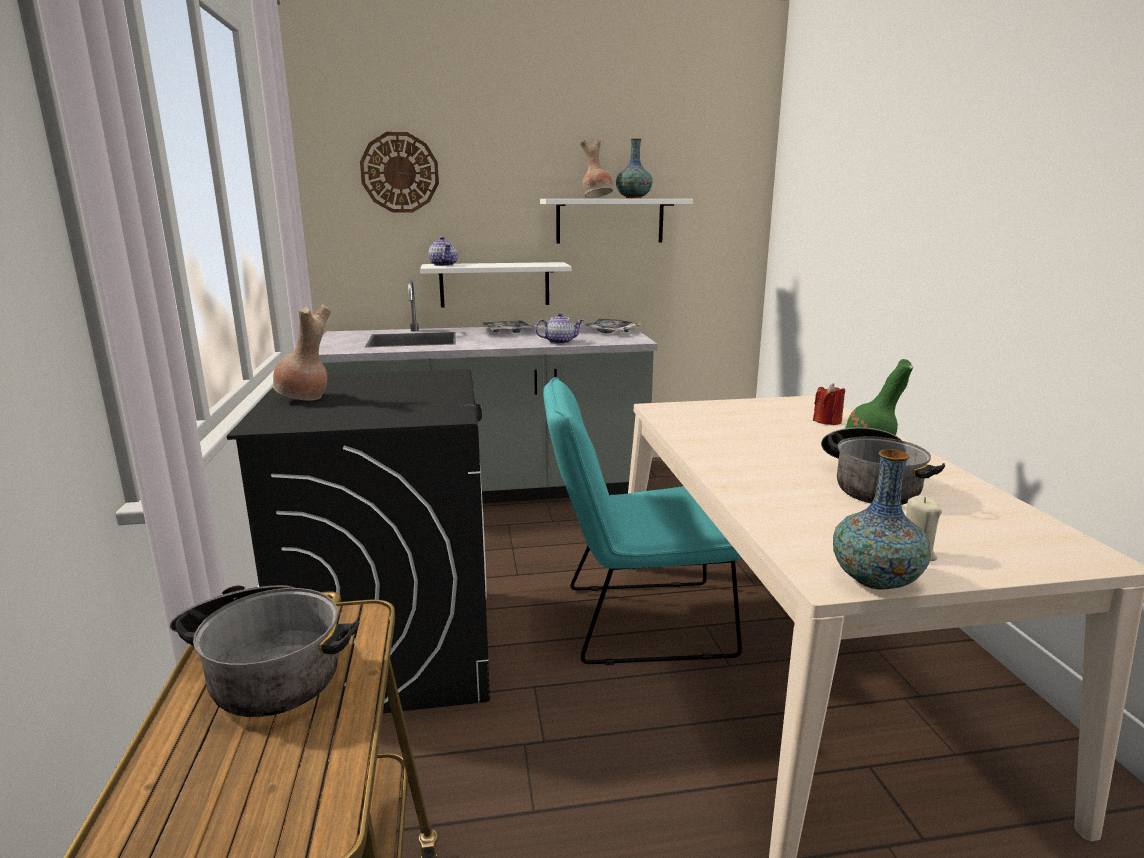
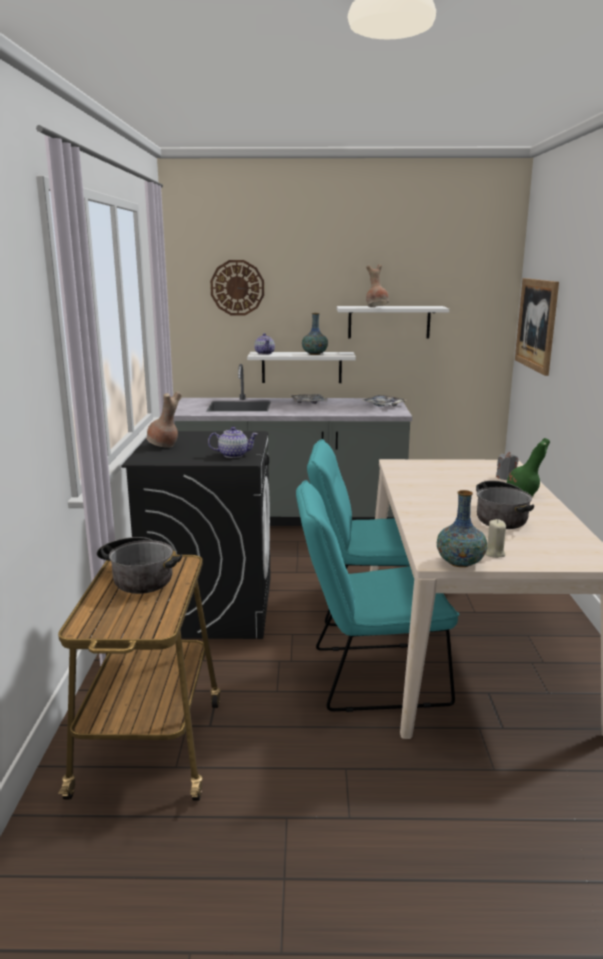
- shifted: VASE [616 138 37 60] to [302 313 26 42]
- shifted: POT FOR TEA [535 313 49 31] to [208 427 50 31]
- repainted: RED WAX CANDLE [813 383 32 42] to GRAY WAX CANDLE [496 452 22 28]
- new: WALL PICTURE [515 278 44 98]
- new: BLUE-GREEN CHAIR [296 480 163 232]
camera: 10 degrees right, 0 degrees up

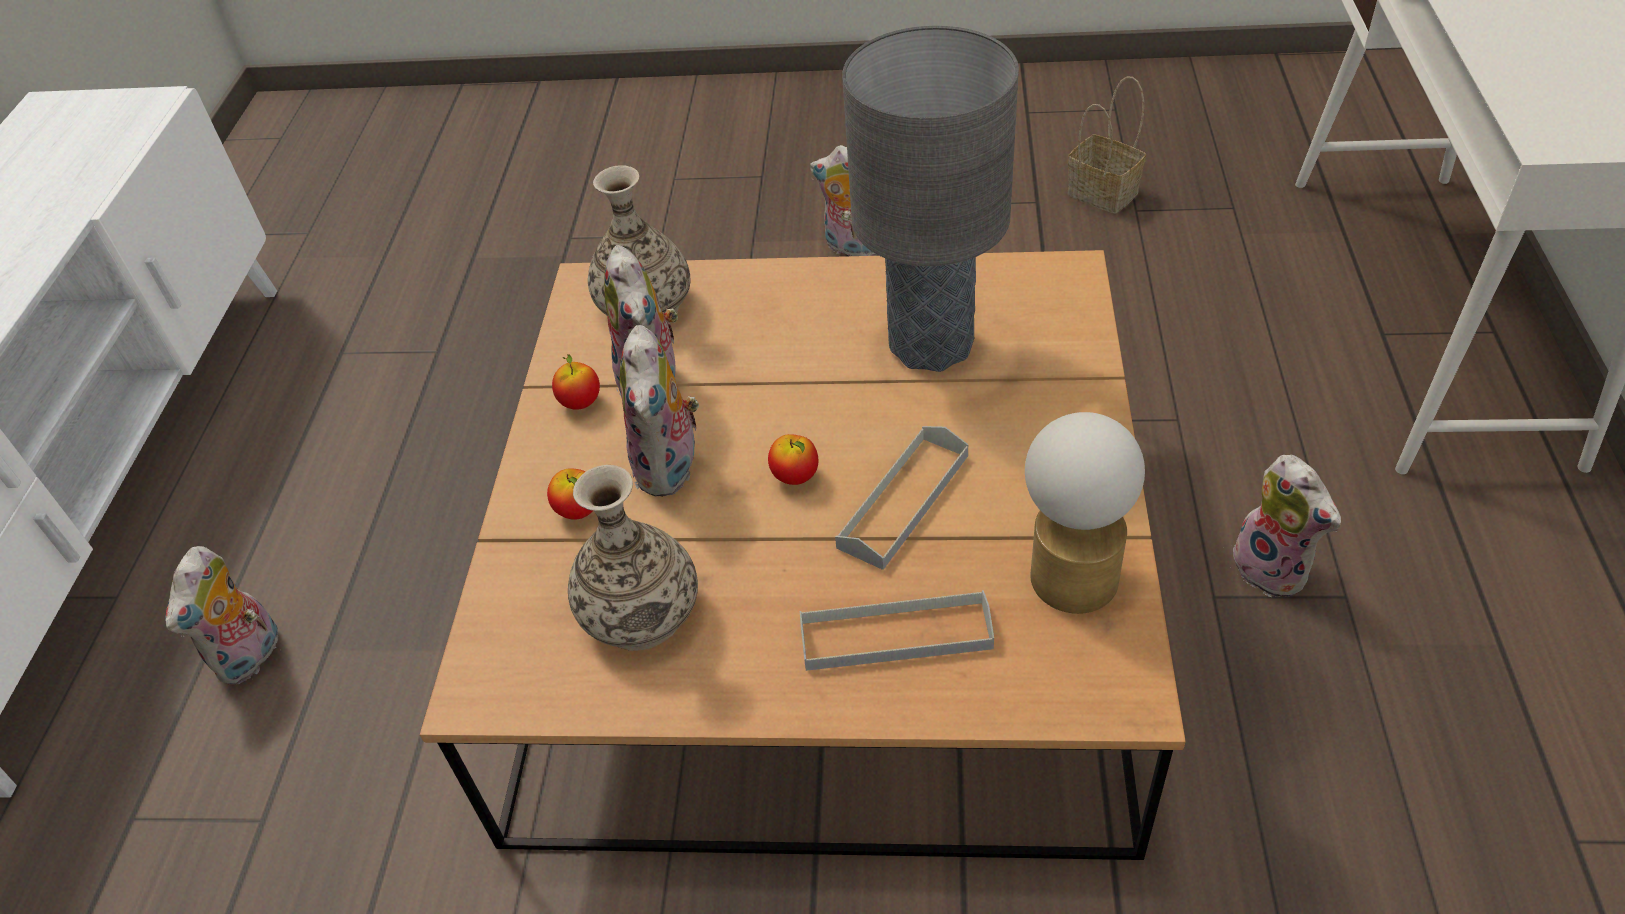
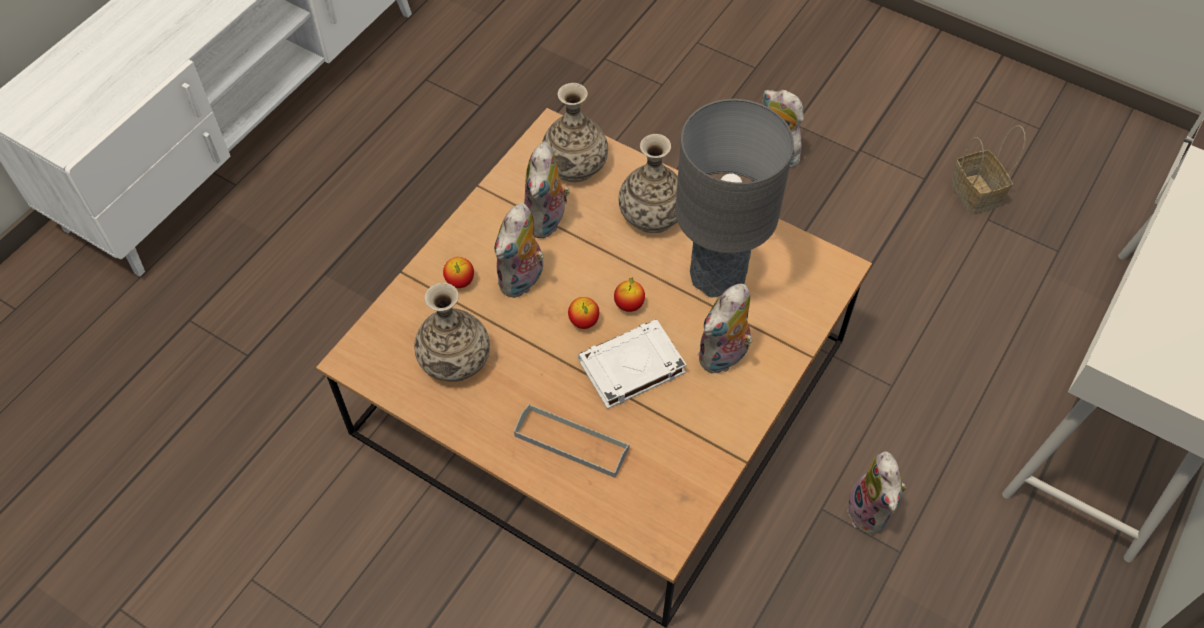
- shifted: WHOLE APPLE [552 354 48 56] to [614 277 31 35]
- gone: LAMP FOR A TABLE [1025 412 120 202]
- swapped: GRAY CARRYING TRAY [835 426 133 144] to WHITE-COLOURED BOOK [578 319 109 90]
- shifted: PLUSH TOY [165 546 113 138] to [698 284 54 90]
- new: VASE [619 134 59 99]
camera: 25 degrees right, 10 degrees up

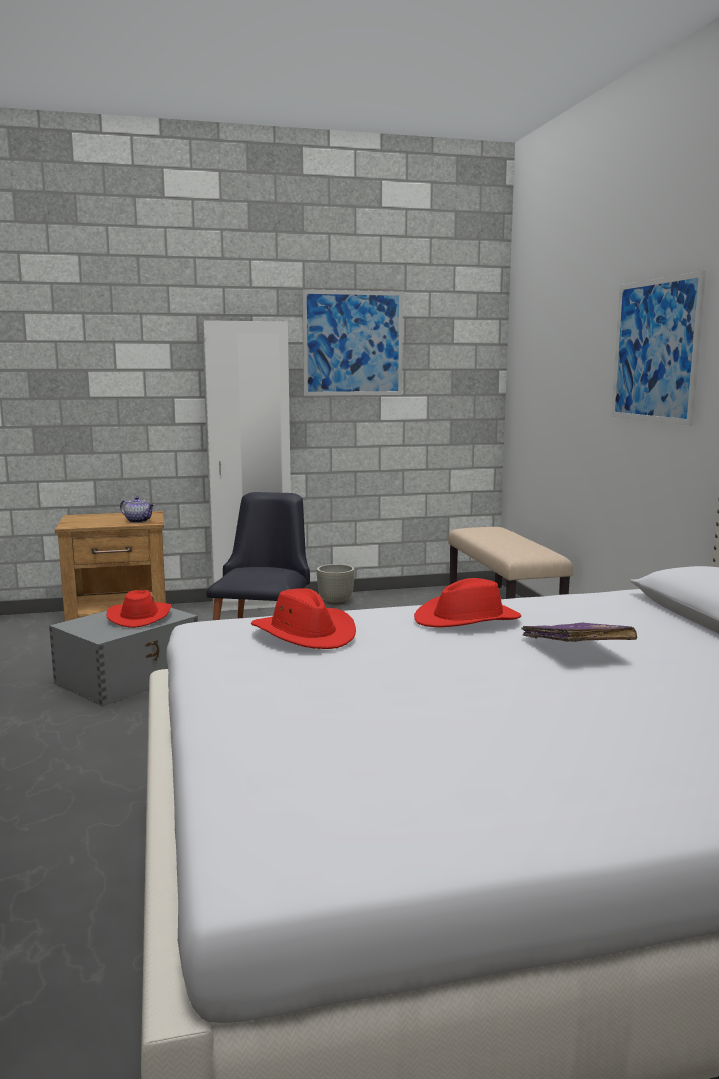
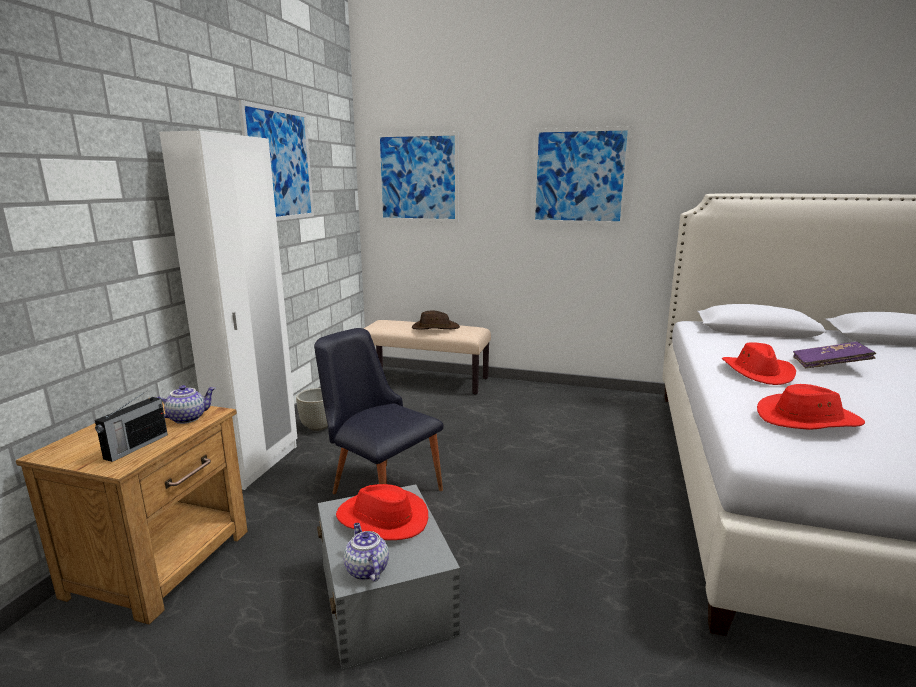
- new: WALL PICTURE [376 132 83 91]
- new: BROWN HAT [412 310 48 20]
- new: RADIO [95 390 73 72]
- new: POT FOR TEA [343 523 46 59]
camera: 60 degrees left, 5 degrees up

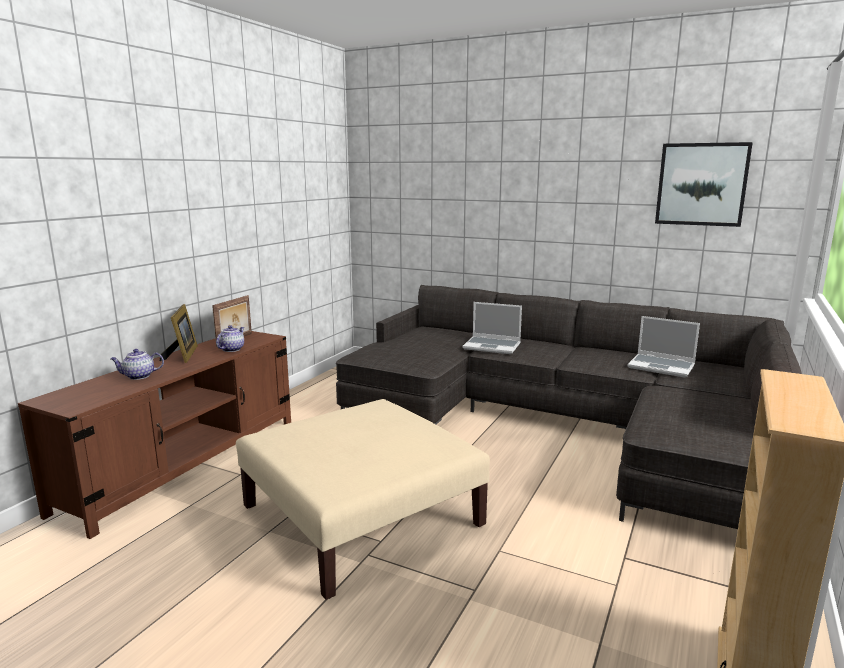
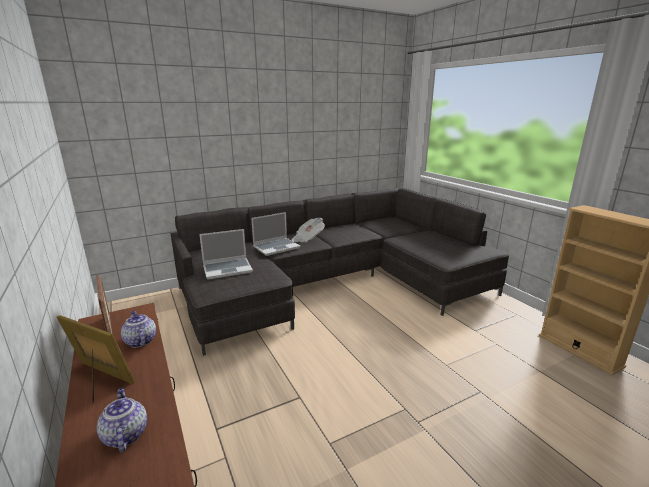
- gone: WALL PICTURE [655 142 98 85]
- shifted: PORTABLE COMPUTER [628 316 72 62] to [199 229 54 51]
- rotated: POT FOR TEA [110 349 54 31] = [97 388 50 64] 135 degrees clockwise
- gone: SAND-COLOURED FOOTREST [236 399 254 201]
- new: PRINTED PAPER [292 218 33 25]
camera: 55 degrees left, 5 degrees up

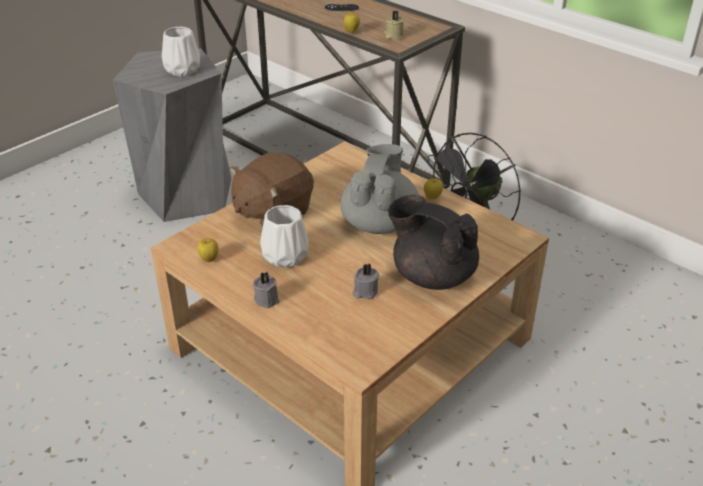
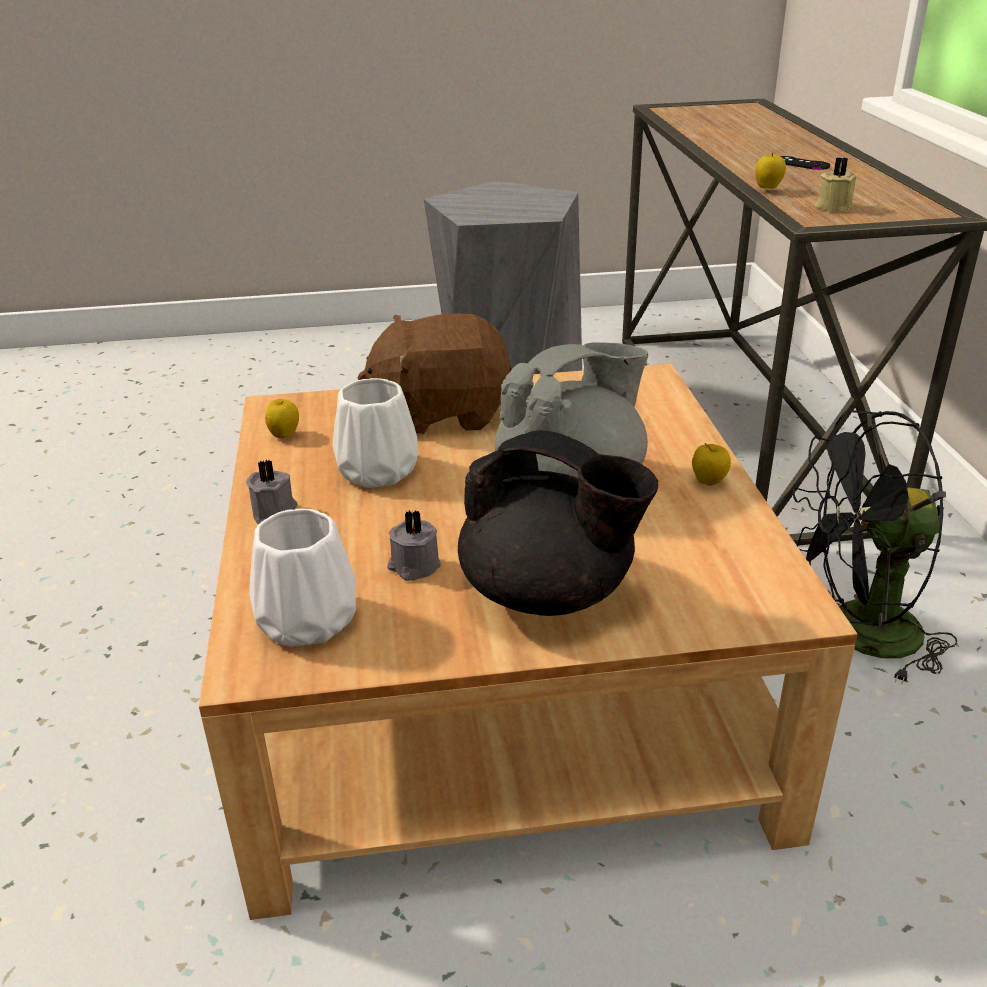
- shifted: WHITE-COLOURED VASE [162 27 38 50] to [249 508 107 139]
- rotated: BLACK POT FOR TEA [388 195 91 95] = [458 430 200 186] 135 degrees clockwise
camera: 40 degrees right, 5 degrees down

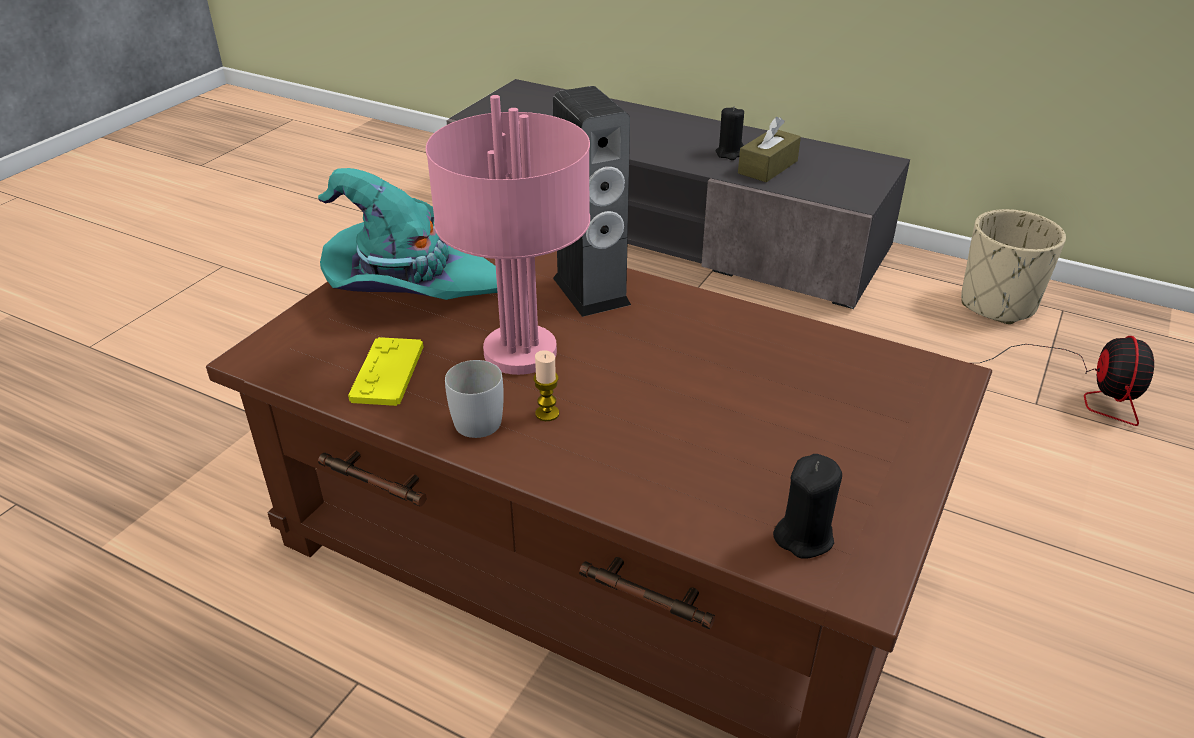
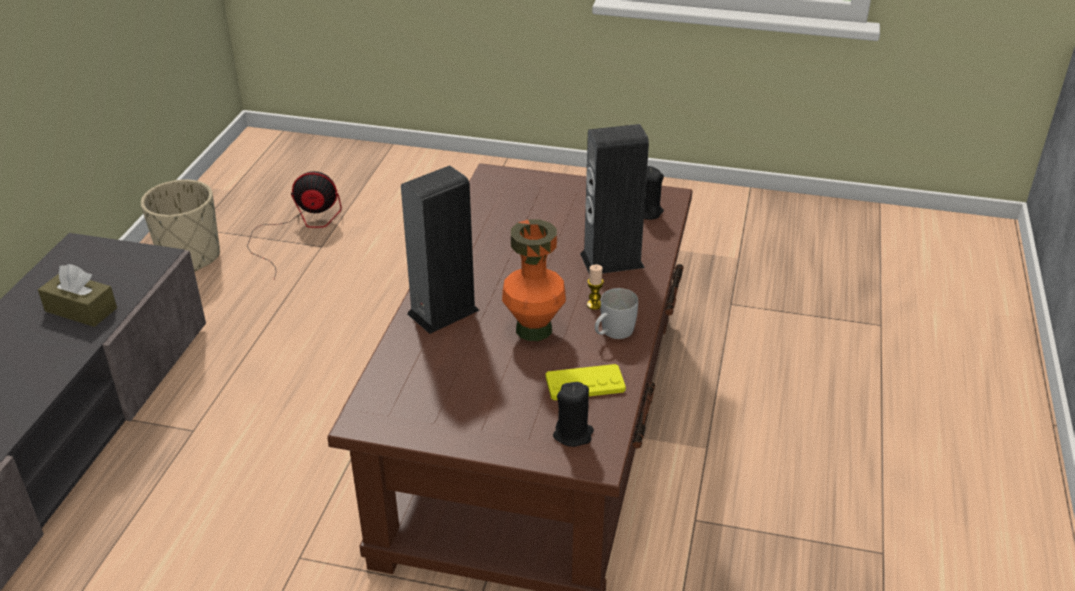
- swapped: PINK-COLOURED LAMP FOR A TABLE [426 95 164 280] to ORANGE VASE [502 219 64 122]
- shifted: BLACK WAX CANDLE [716 106 28 54] to [553 382 41 65]
- gone: BLUE-GREEN HAT [318 168 179 132]
- new: LOUDSPEAKER [580 124 69 150]
camera: 105 degrees left, 0 degrees up

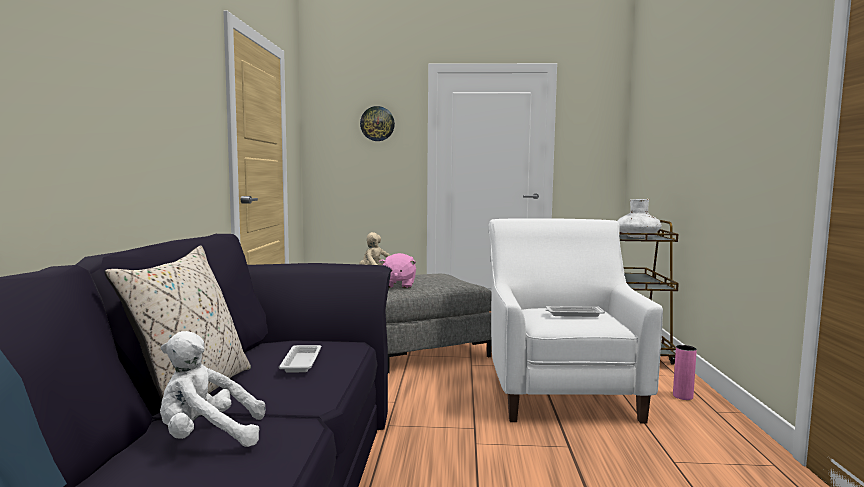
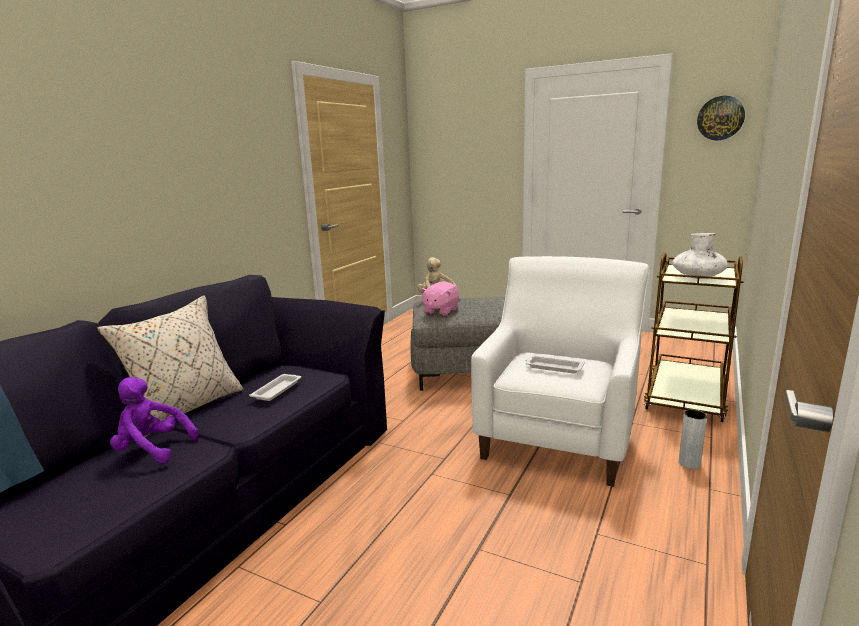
- shifted: HANGING CLOCK [360 106 35 35] to [697 96 48 44]
- repainted: WHITE-COLOURED PLUSH TOY [160 331 105 116] to PURPLISH PLUSH TOY [110 377 89 86]
- repainted: PINK-COLOURED VASE [673 345 24 55] to GRAY VASE [679 410 28 59]
camera: 25 degrees right, 10 degrees up

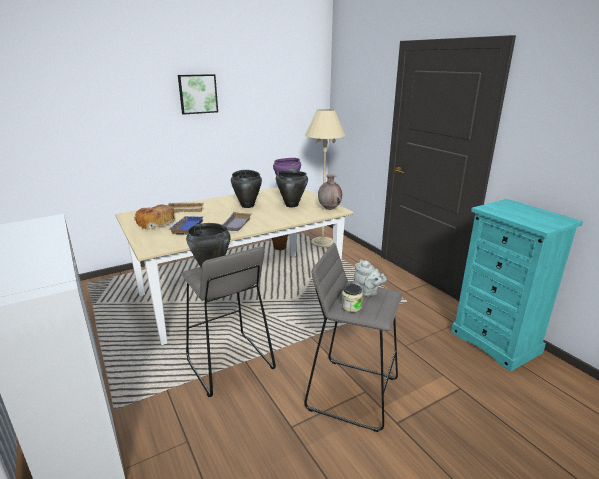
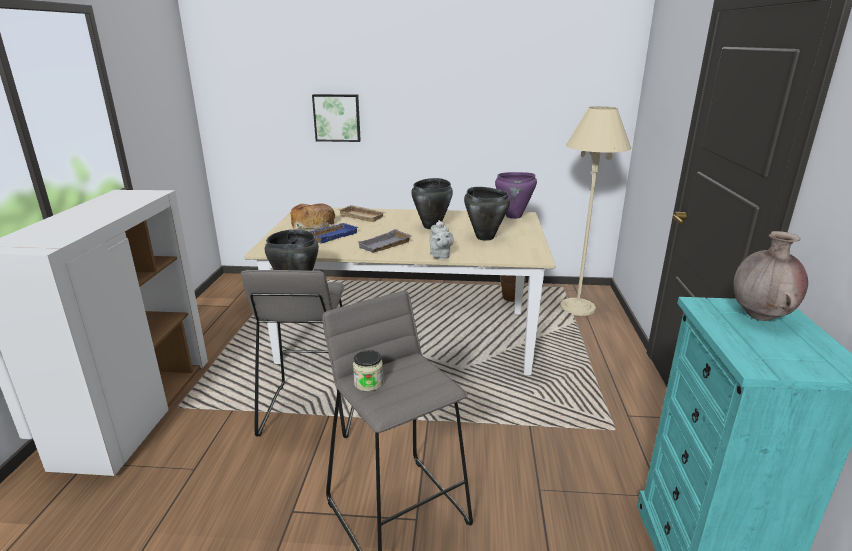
- shifted: WALL PICTURE [178 74 40 41] to [312 94 49 48]
- shifted: BROWN VASE [318 174 24 36] to [734 231 74 90]
- shifted: GRAY POT FOR TEA [353 259 34 38] to [429 220 25 39]
camera: 35 degrees right, 0 degrees up

